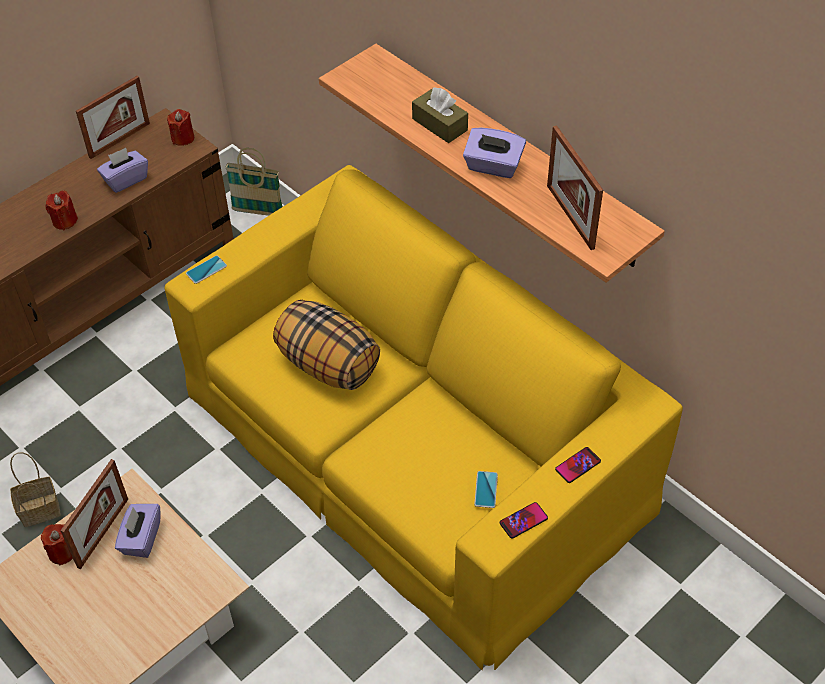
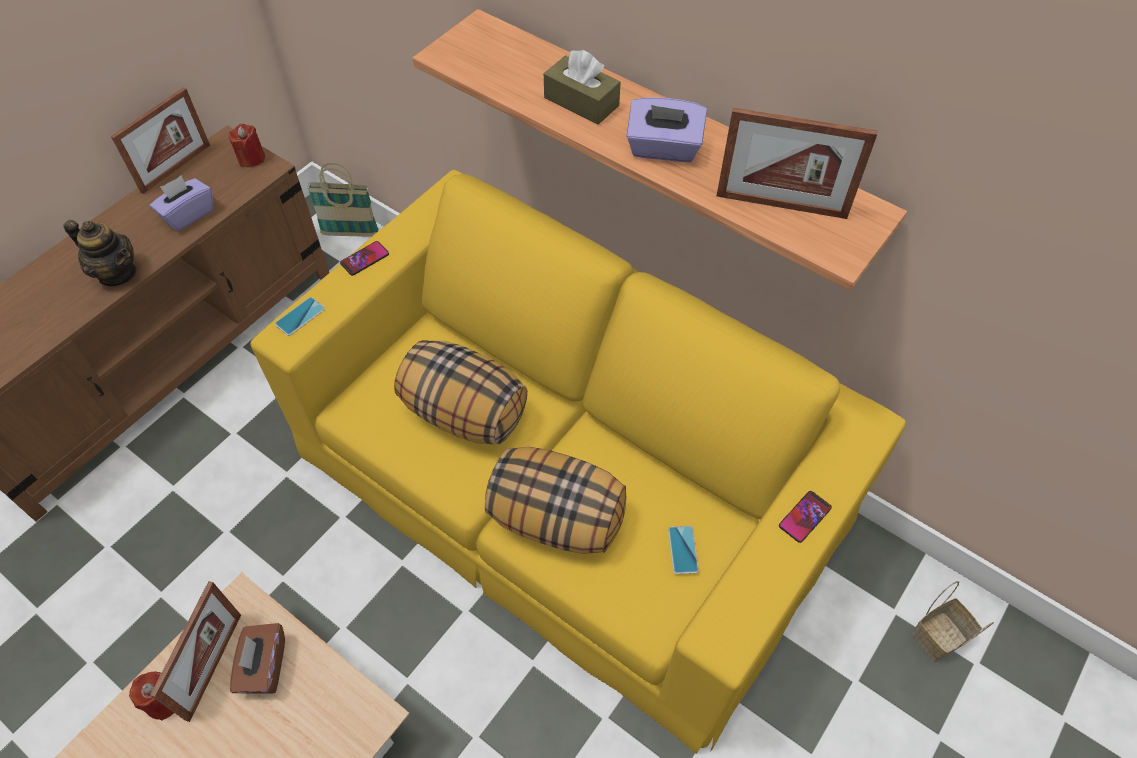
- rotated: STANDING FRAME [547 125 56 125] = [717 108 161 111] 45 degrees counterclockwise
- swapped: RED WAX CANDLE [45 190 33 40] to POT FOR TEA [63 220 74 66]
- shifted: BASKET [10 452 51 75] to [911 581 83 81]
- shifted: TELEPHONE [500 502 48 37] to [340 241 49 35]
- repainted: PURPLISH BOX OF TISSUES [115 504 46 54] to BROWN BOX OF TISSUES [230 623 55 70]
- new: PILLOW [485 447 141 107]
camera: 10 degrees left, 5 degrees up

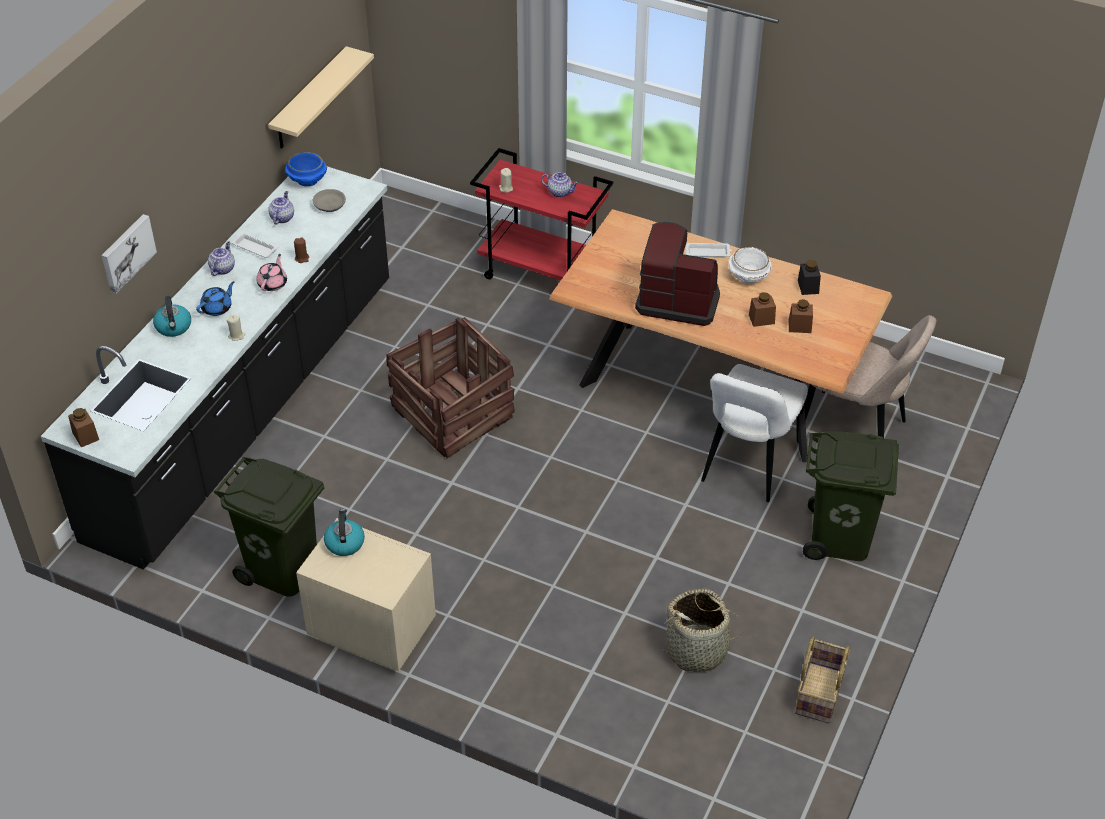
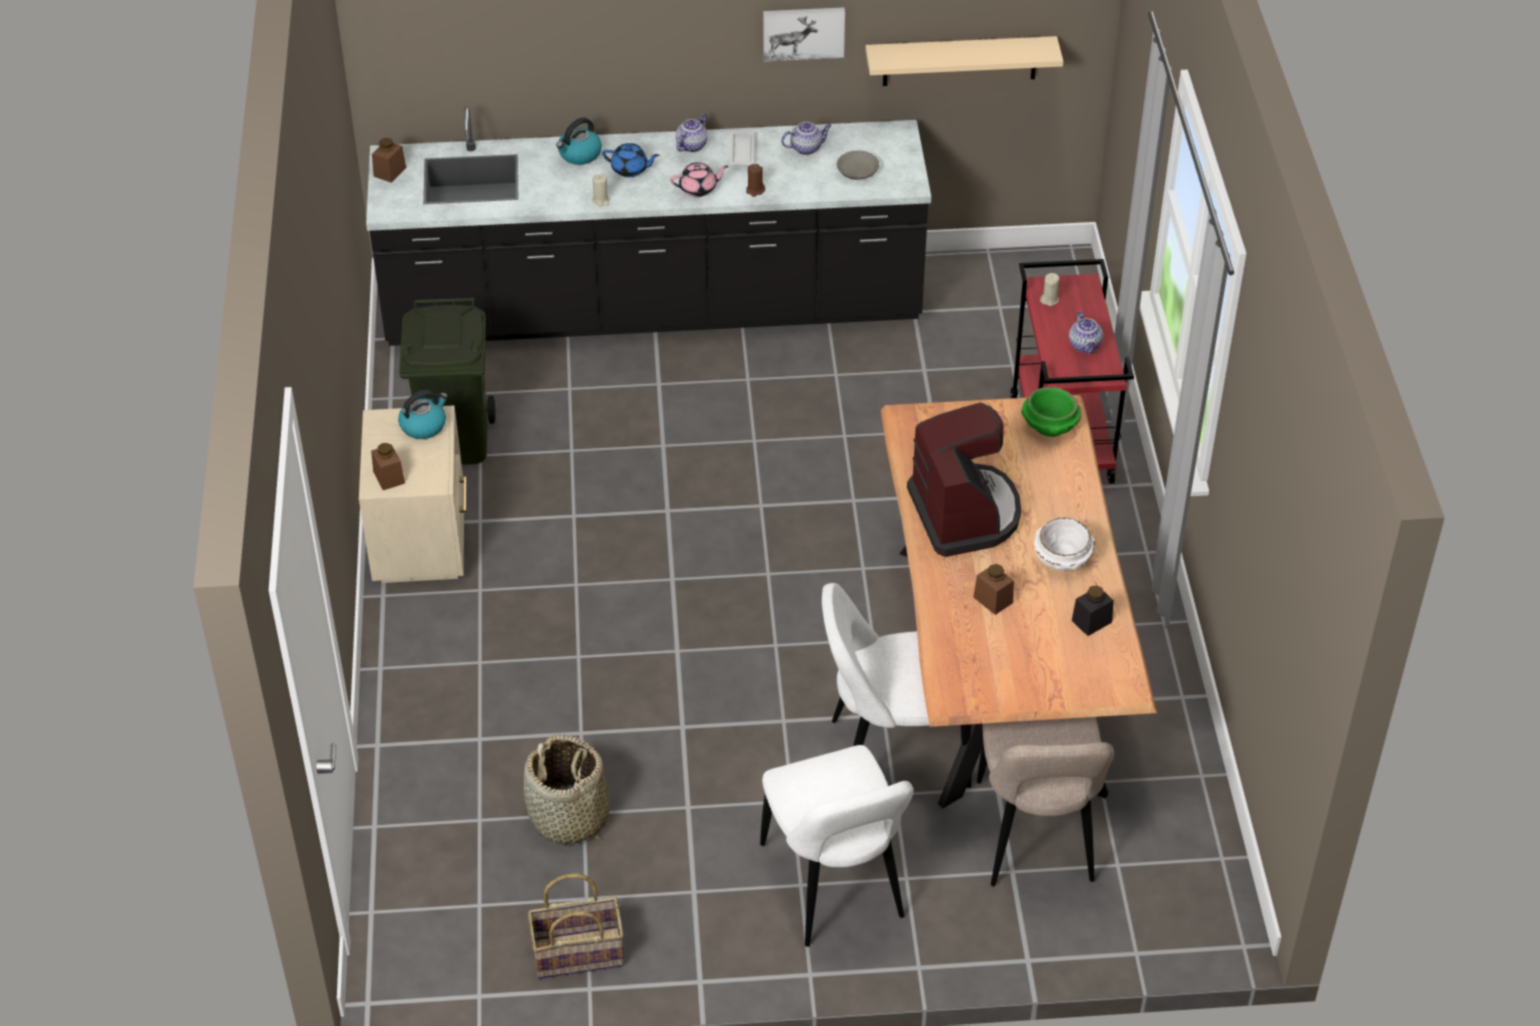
- gone: BLUE-COLOURED BOWL [285 152 42 34]
- shifted: WALL PICTURE [101 214 56 80] to [763 7 82 54]
- rotated: POT FOR TEA [208 241 27 35] = [676 114 32 38] 45 degrees counterclockwise
- gone: WHITE-COLOURED CARRYING TRAY [685 243 47 15]
- shifted: BROWN PRESERVE JAR [789 299 24 34] to [371 443 34 47]
- gone: SHIPPING CRATE [386 317 129 141]
- swapped: GREEN-COLOURED RUBBISH BIN [803 431 96 130] to WHITE-COLOURED CHAIR [760 745 154 202]
- new: GREEN-COLOURED BOWL [1021 387 60 50]
camera: 60 degrees right, 0 degrees up

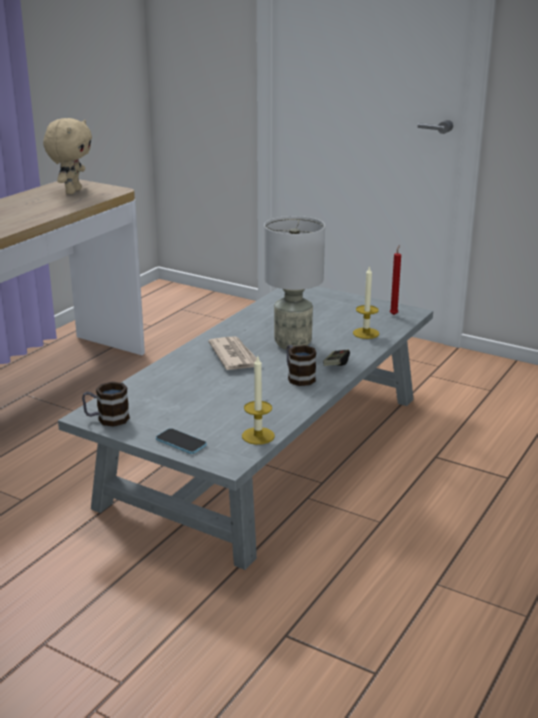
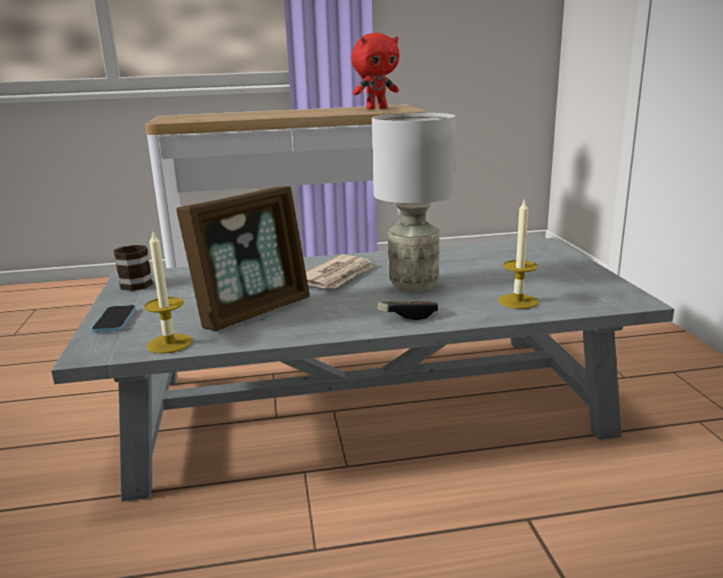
- repainted: SAND-COLOURED PLUSH TOY [43 118 49 76] to RED PLUSH TOY [351 33 48 77]
- gone: RED WAX CANDLE [390 245 11 70]
- gone: TEA MUG [286 345 30 41]
- new: STANDING FRAME [176 186 134 145]
camera: 50 degrees right, 5 degrees down

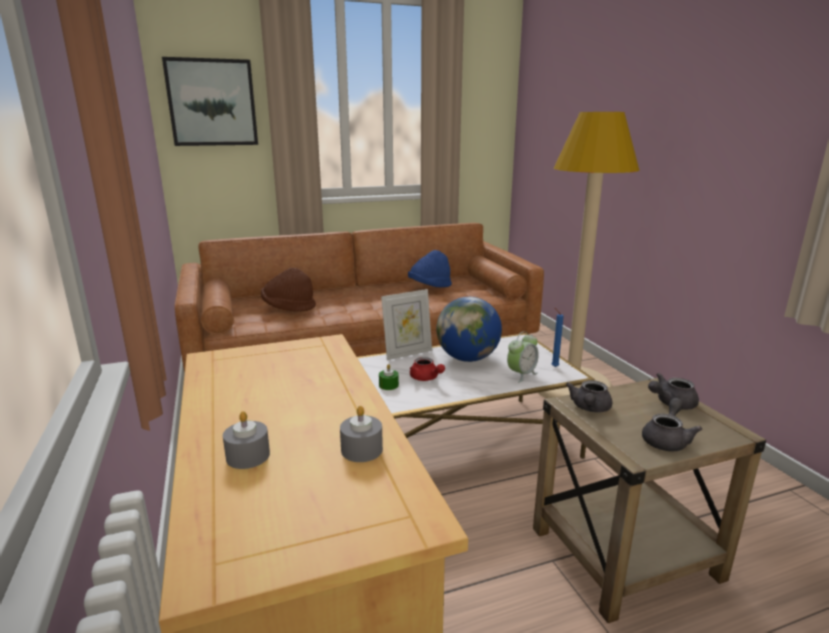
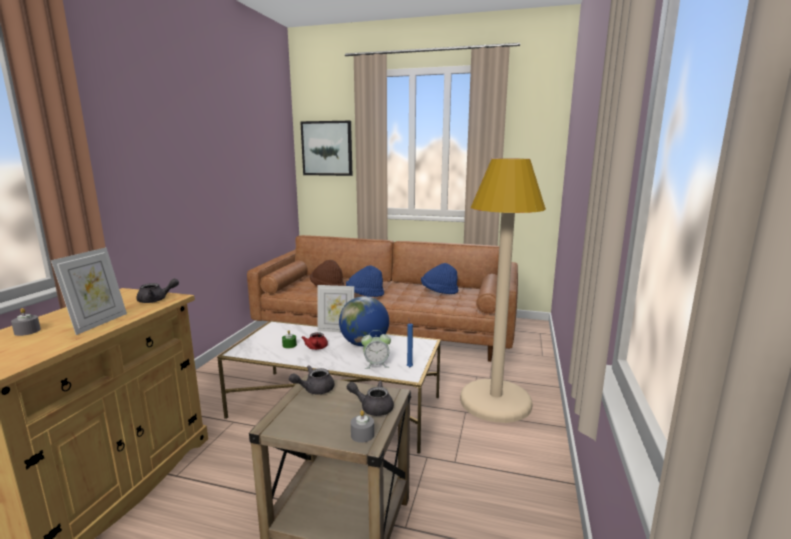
- shifted: GRAY POT FOR TEA [642 398 60 53] to [136 279 43 24]
- shifted: GRAY WAX CANDLE [340 406 43 56] to [351 410 23 33]
- new: STANDING FRAME [51 247 76 88]
- new: BLUE-COLOURED HAT [346 265 38 32]
camera: 35 degrees right, 5 degrees down

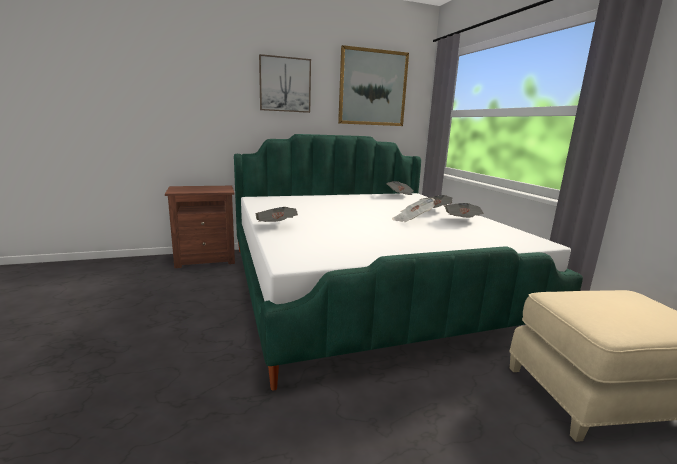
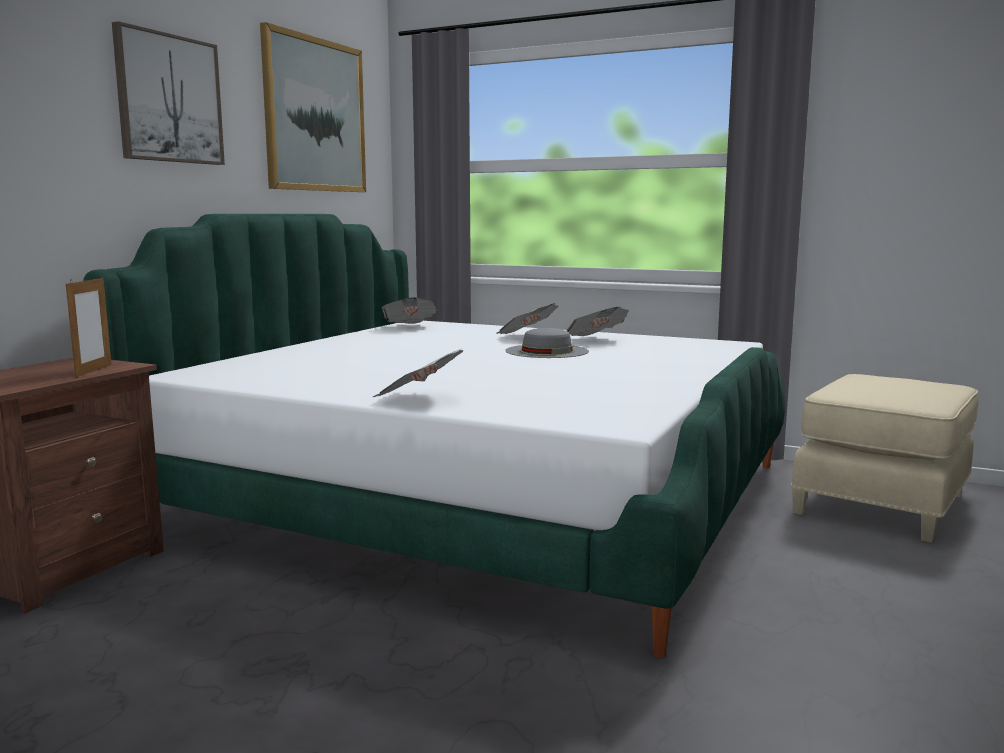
- swapped: PRINTED PAPER [392 198 43 24] to GRAY HAT [505 328 84 30]
- new: STANDING FRAME [66 276 46 102]
camera: 45 degrees left, 5 degrees down

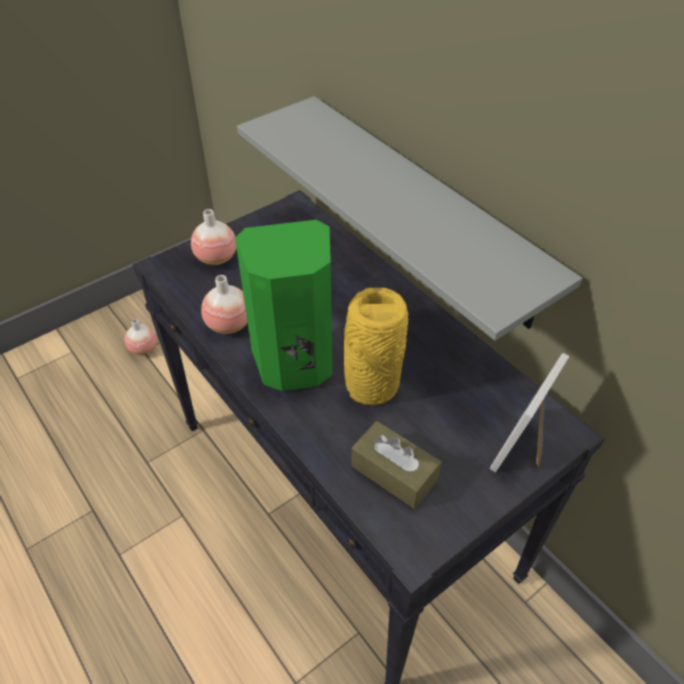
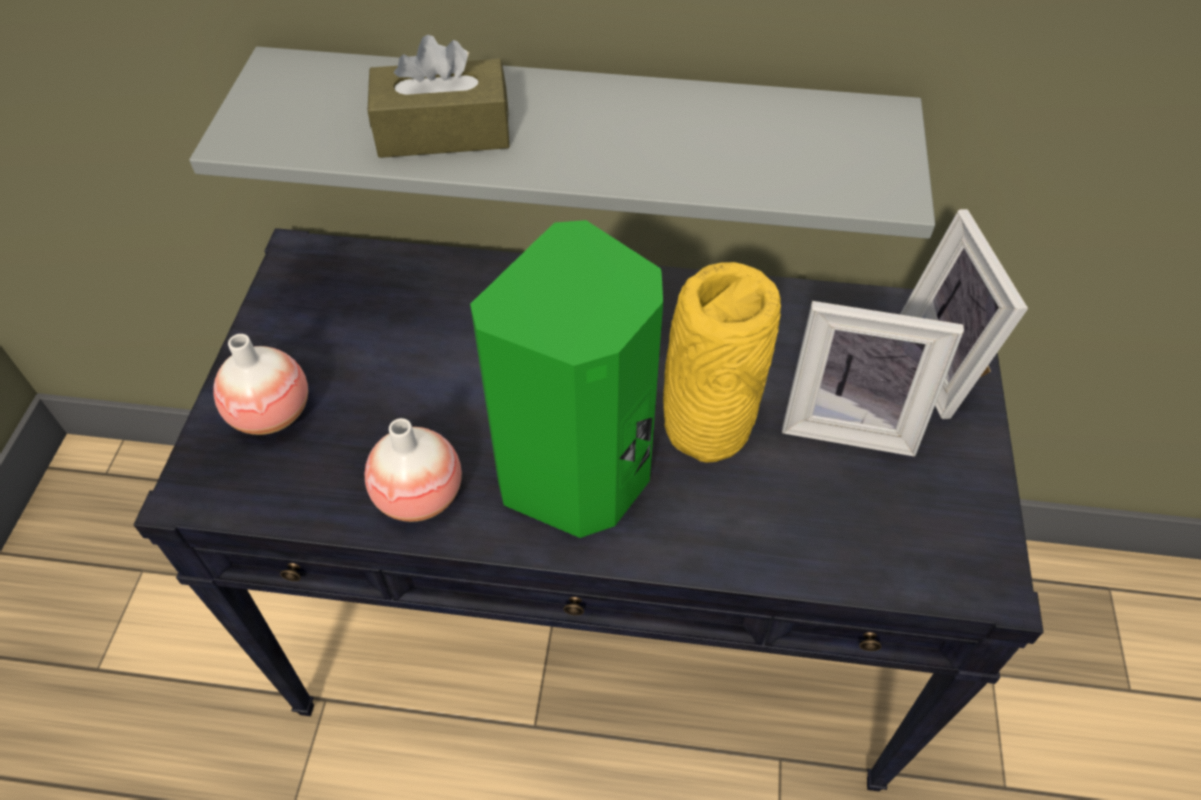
- gone: VASE [124 319 33 36]
- shifted: BROWN BOX OF TISSUES [351 421 91 88] to [367 35 143 123]
- new: STANDING FRAME [782 301 182 156]
camera: 45 degrees left, 5 degrees up

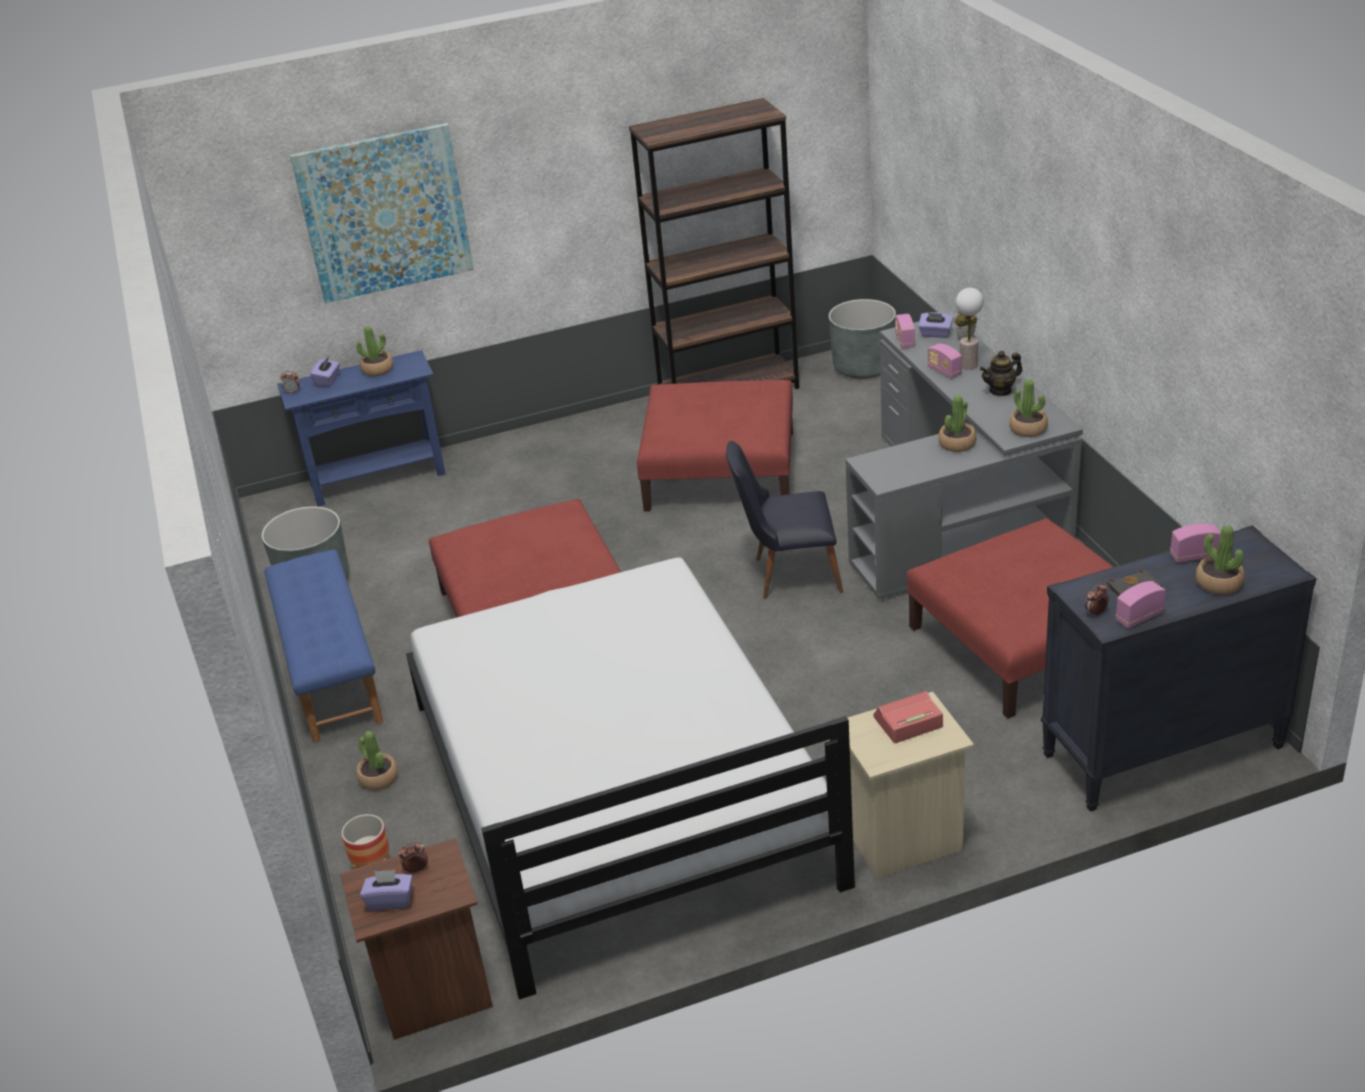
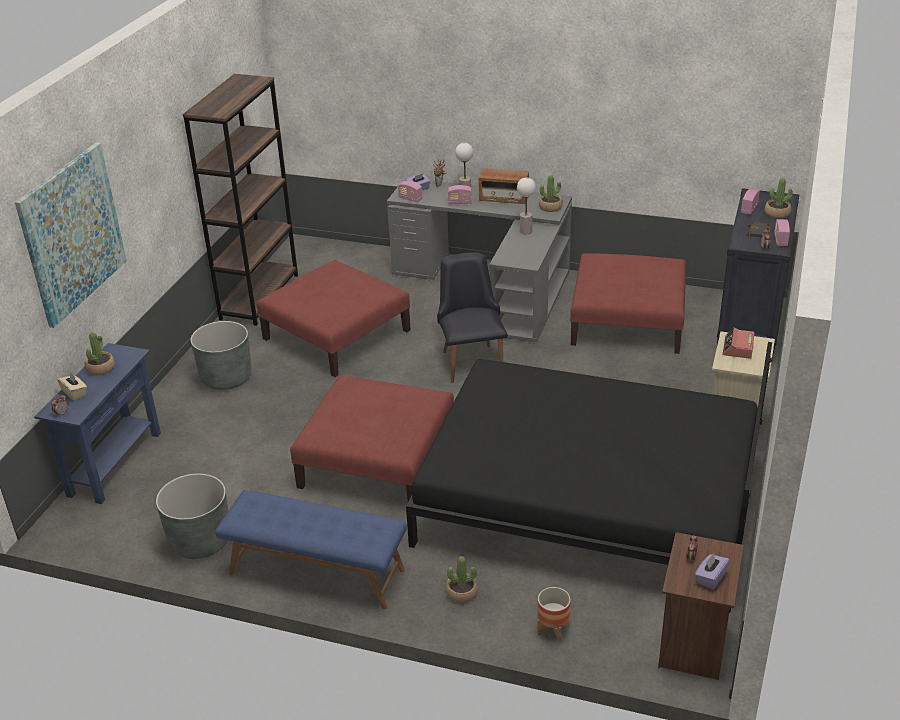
- shifted: GRAY PLANT POT [829 299 67 80] to [190 321 61 69]
- swapped: POT FOR TEA [980 351 42 46] to RADIO [478 168 51 36]
- repainted: PURPLISH BOX OF TISSUES [310 356 30 31] to SAND-COLOURED BOX OF TISSUES [58 372 29 29]
- swapped: POTTED PLANT [938 395 38 57] to LAMP FOR A TABLE [517 178 19 57]
- rotated: BLACK CHAIR [726 441 117 158] = [437 252 71 131] 135 degrees clockwise
- repainted: WHITE-COLOURED SLEEPING BED [406 557 449 443] to BLACK SLEEPING BED [406 342 366 270]
camera: 55 degrees left, 0 degrees up

